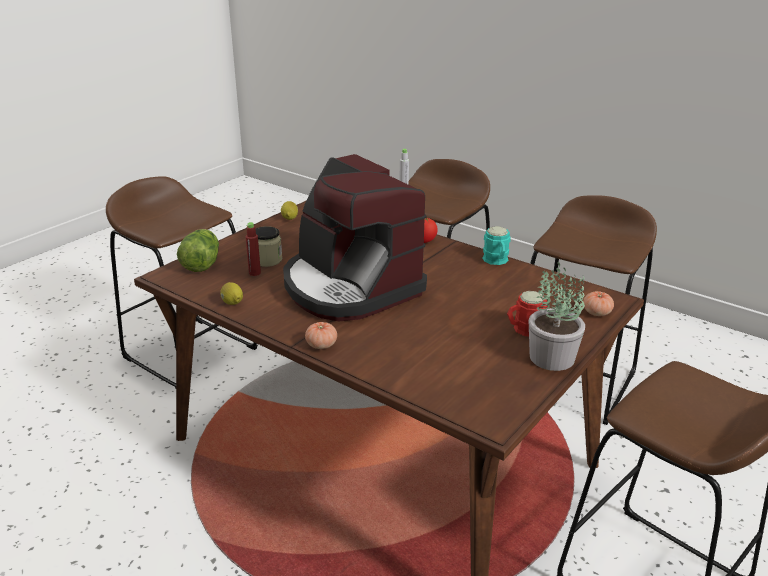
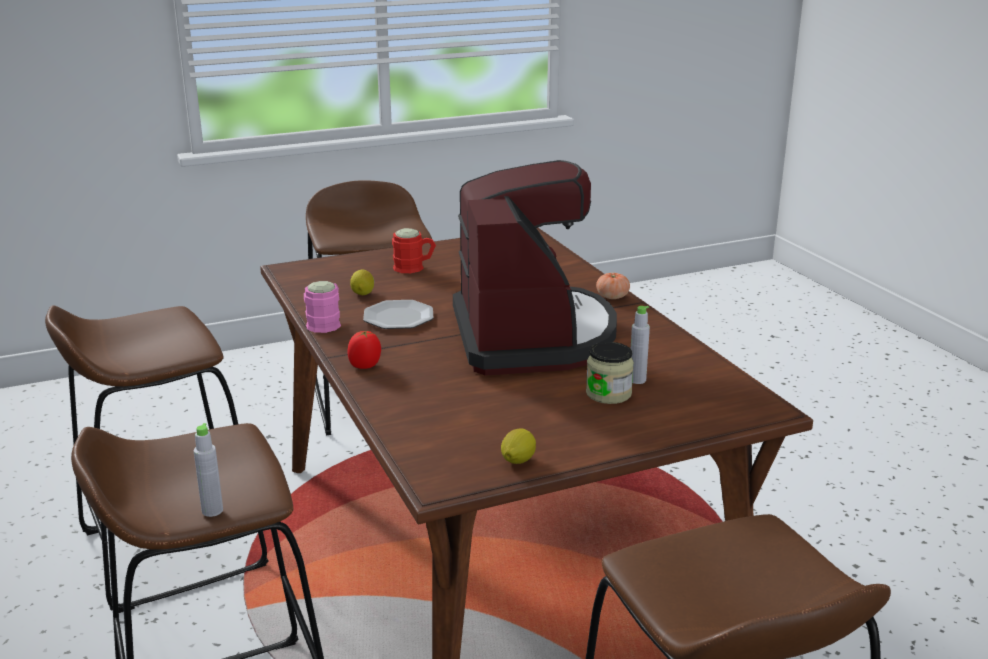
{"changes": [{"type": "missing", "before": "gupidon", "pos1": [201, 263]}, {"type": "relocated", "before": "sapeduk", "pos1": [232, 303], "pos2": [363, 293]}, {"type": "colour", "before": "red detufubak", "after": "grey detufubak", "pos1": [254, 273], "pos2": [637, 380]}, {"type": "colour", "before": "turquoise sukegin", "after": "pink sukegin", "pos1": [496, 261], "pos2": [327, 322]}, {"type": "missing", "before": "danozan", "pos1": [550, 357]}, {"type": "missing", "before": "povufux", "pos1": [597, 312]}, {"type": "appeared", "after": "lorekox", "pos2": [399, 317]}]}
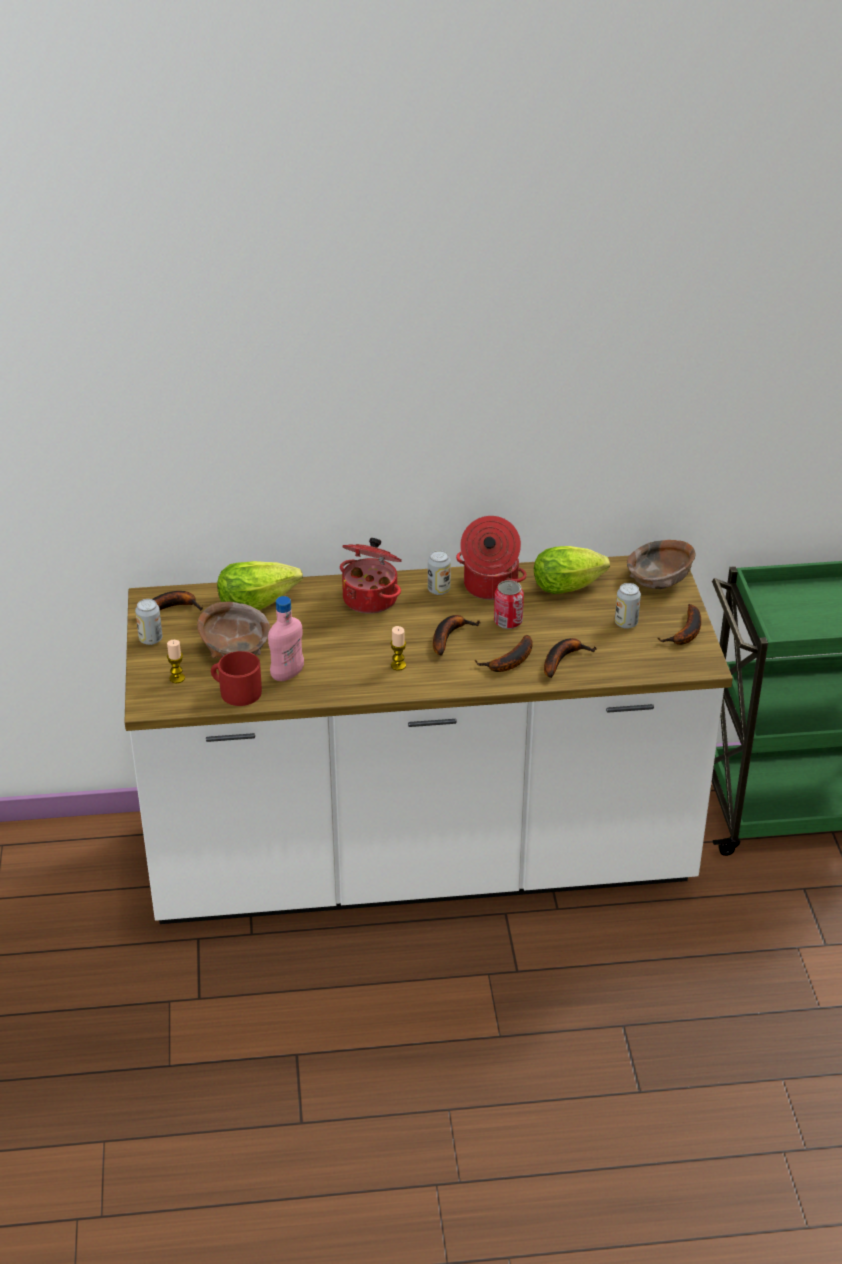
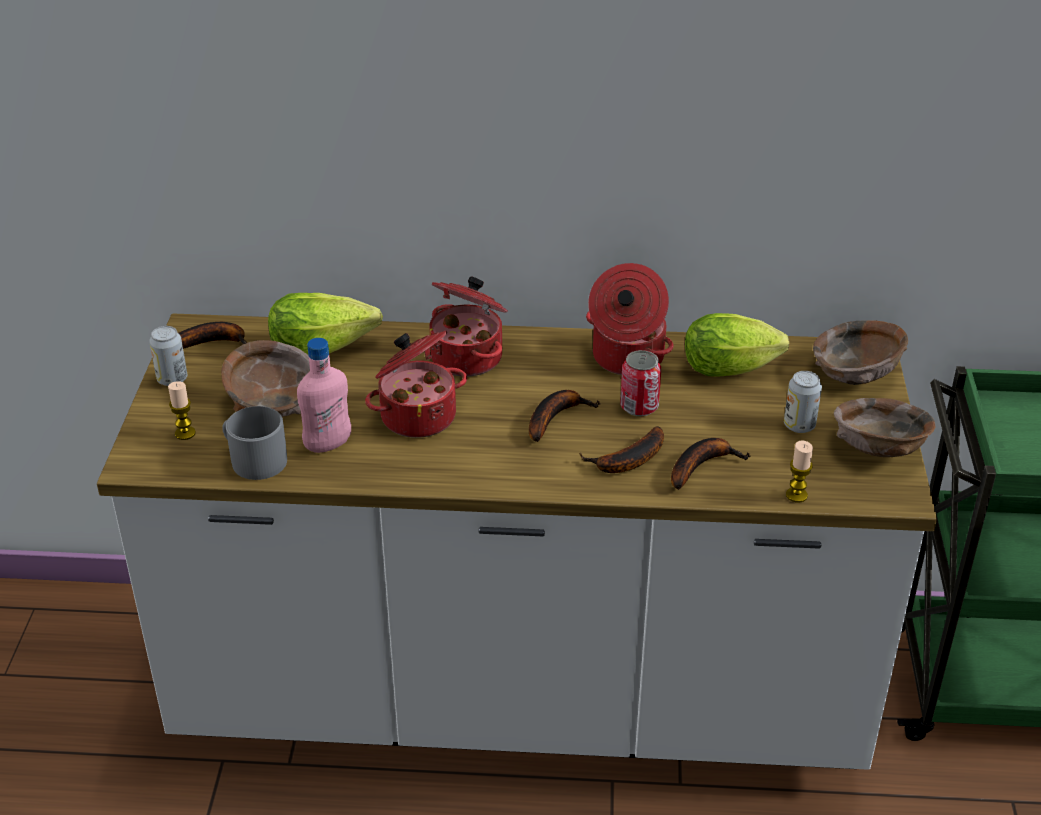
{"changes": [{"type": "colour", "before": "red sukegin", "after": "grey sukegin", "pos1": [236, 691], "pos2": [253, 459]}, {"type": "relocated", "before": "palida", "pos1": [398, 665], "pos2": [796, 495]}, {"type": "missing", "before": "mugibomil", "pos1": [439, 590]}, {"type": "exchanged", "before": "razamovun", "after": "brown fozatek", "pos1": [686, 633], "pos2": [880, 448]}, {"type": "appeared", "after": "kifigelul", "pos2": [417, 415]}]}
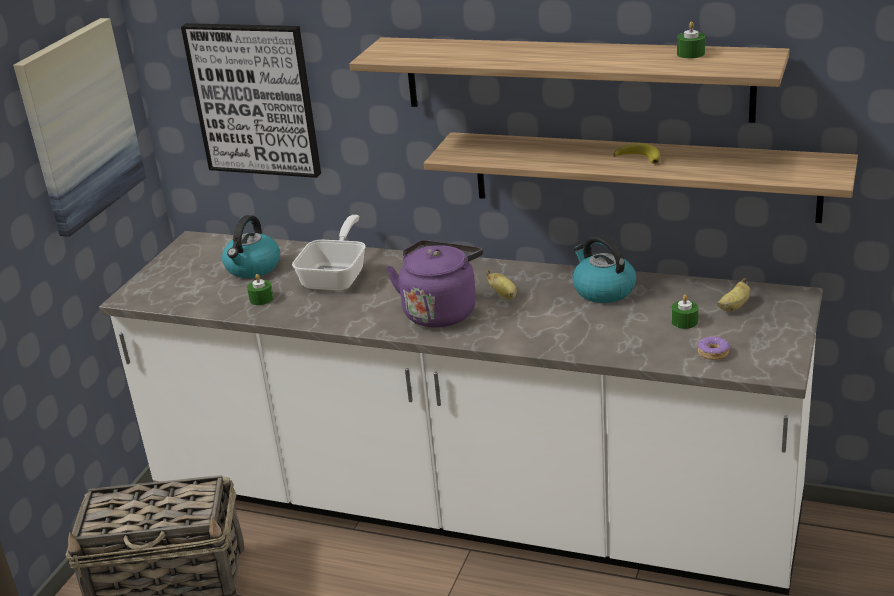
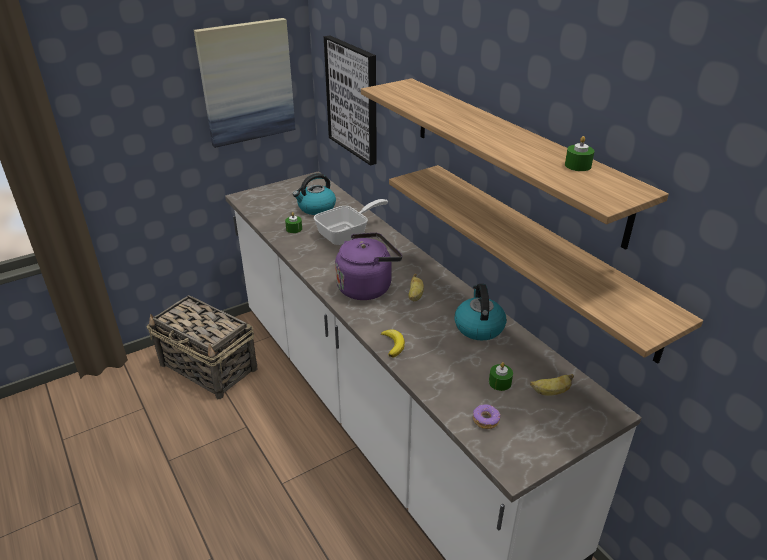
{"changes": [{"type": "relocated", "before": "razamovun", "pos1": [639, 157], "pos2": [393, 344]}]}
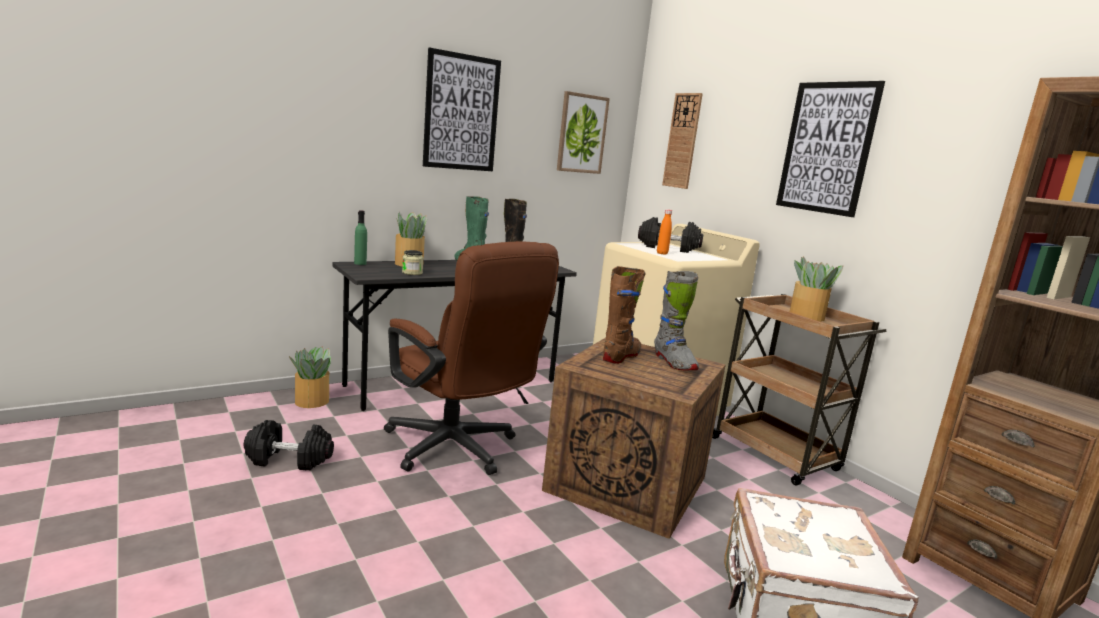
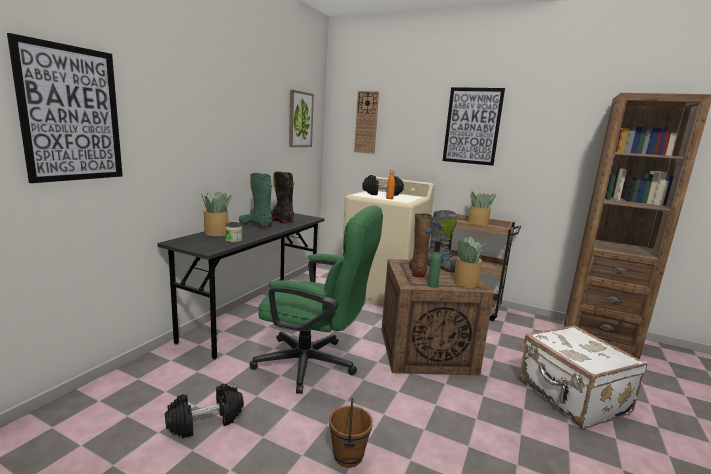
{"changes": [{"type": "relocated", "before": "danozan", "pos1": [311, 401], "pos2": [465, 283]}, {"type": "relocated", "before": "green detufubak", "pos1": [360, 263], "pos2": [432, 285]}, {"type": "colour", "before": "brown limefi", "after": "green limefi", "pos1": [458, 450], "pos2": [314, 365]}, {"type": "relocated", "before": "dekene", "pos1": [461, 112], "pos2": [71, 114]}, {"type": "appeared", "after": "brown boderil", "pos2": [348, 456]}]}
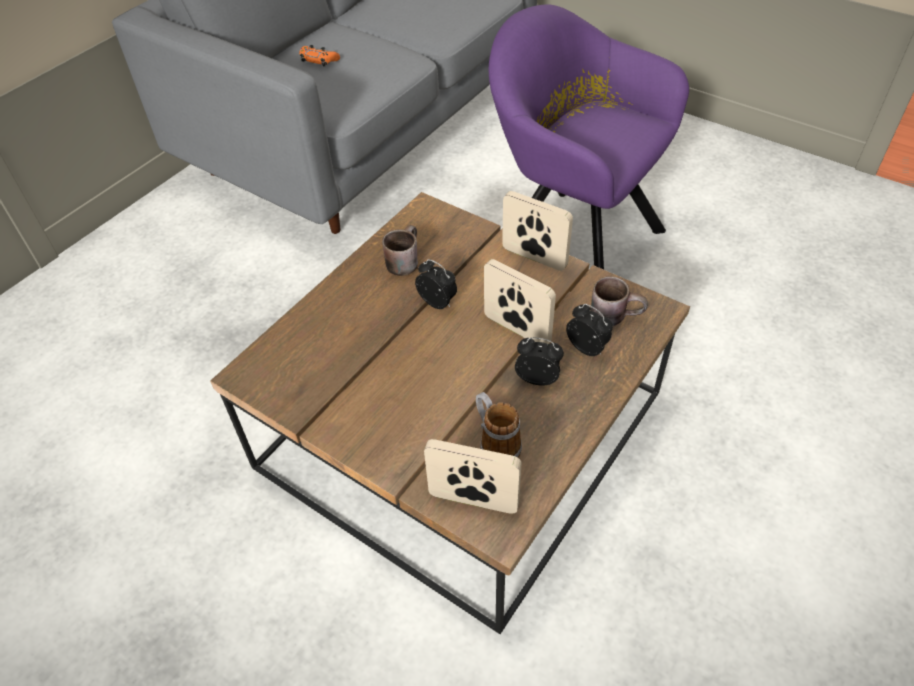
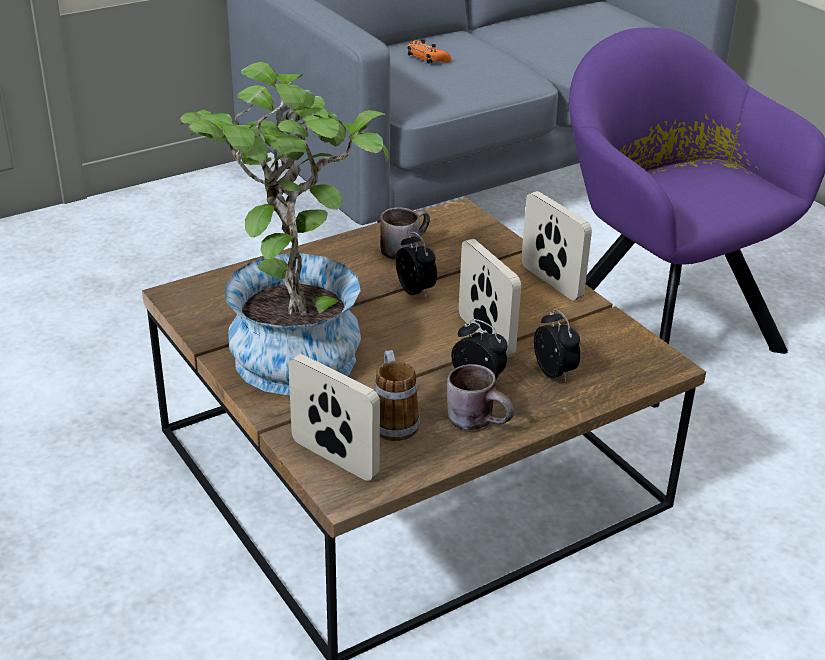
{"changes": [{"type": "relocated", "before": "brown sukegin", "pos1": [615, 314], "pos2": [480, 419]}, {"type": "appeared", "after": "danozan", "pos2": [294, 346]}]}
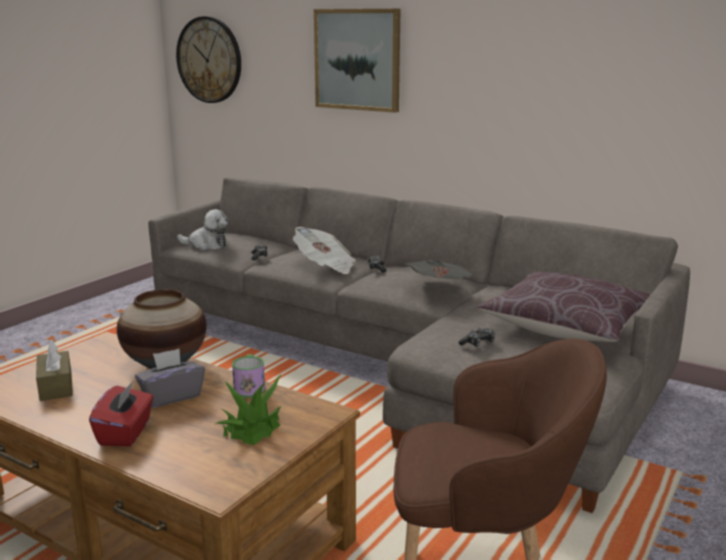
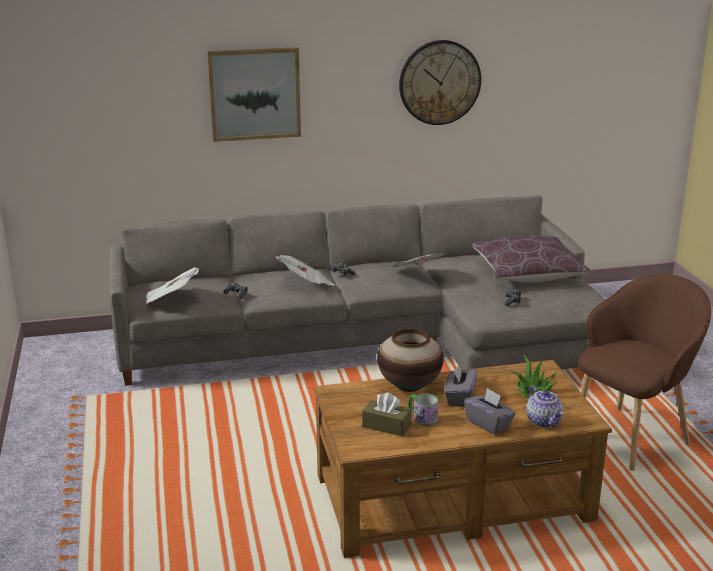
{"changes": [{"type": "colour", "before": "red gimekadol", "after": "grey gimekadol", "pos1": [125, 433], "pos2": [488, 424]}, {"type": "relocated", "before": "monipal", "pos1": [209, 60], "pos2": [439, 82]}, {"type": "exchanged", "before": "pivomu", "after": "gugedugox", "pos1": [206, 245], "pos2": [171, 299]}, {"type": "relocated", "before": "sukegin", "pos1": [249, 387], "pos2": [422, 418]}, {"type": "appeared", "after": "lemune", "pos2": [544, 421]}]}
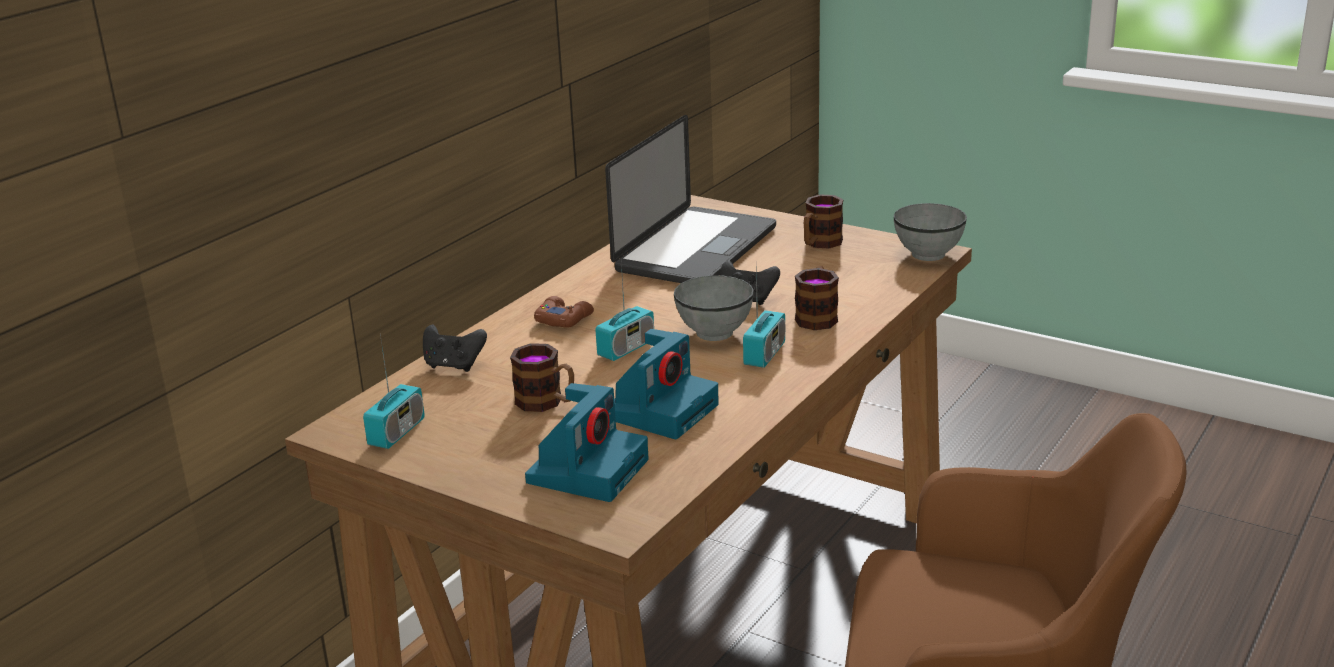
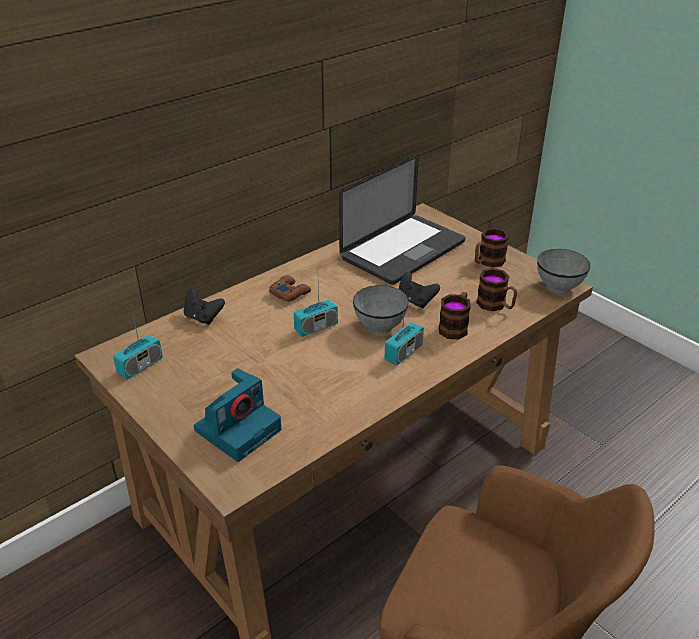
{"changes": [{"type": "relocated", "before": "sukegin", "pos1": [547, 403], "pos2": [496, 305]}, {"type": "missing", "before": "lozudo", "pos1": [661, 409]}]}
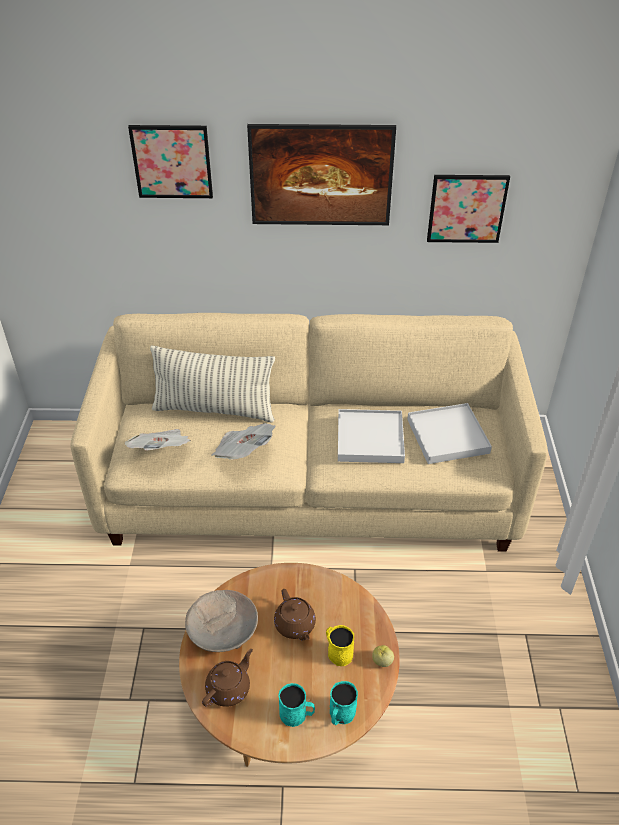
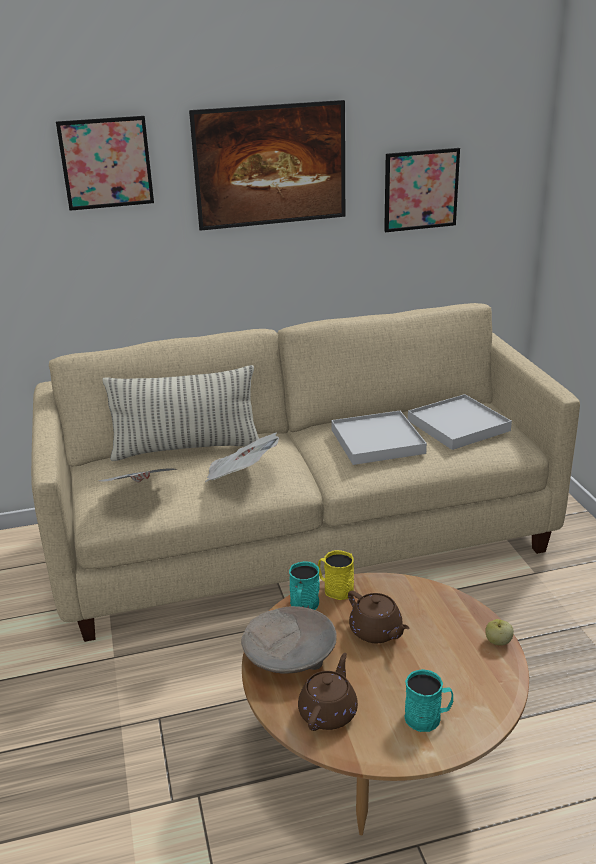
{"changes": [{"type": "relocated", "before": "yellow sukegin", "pos1": [337, 652], "pos2": [335, 589]}, {"type": "relocated", "before": "turquoise sukegin", "pos1": [341, 715], "pos2": [304, 605]}]}
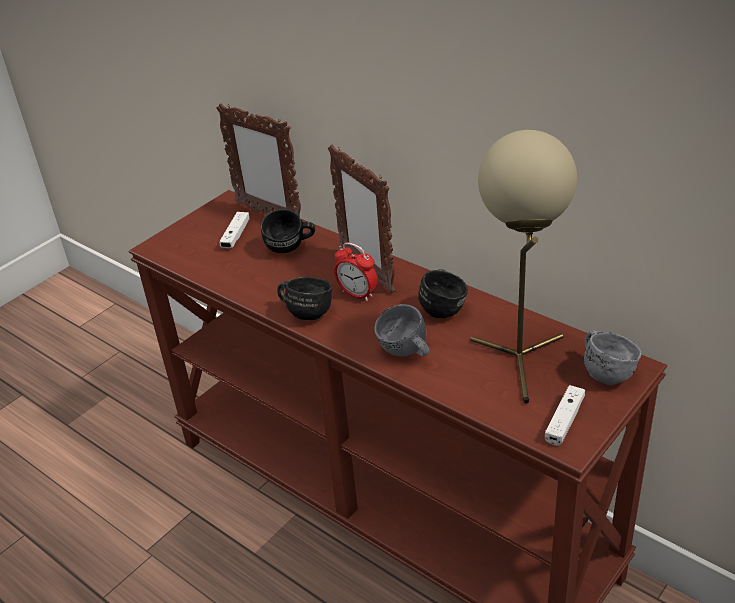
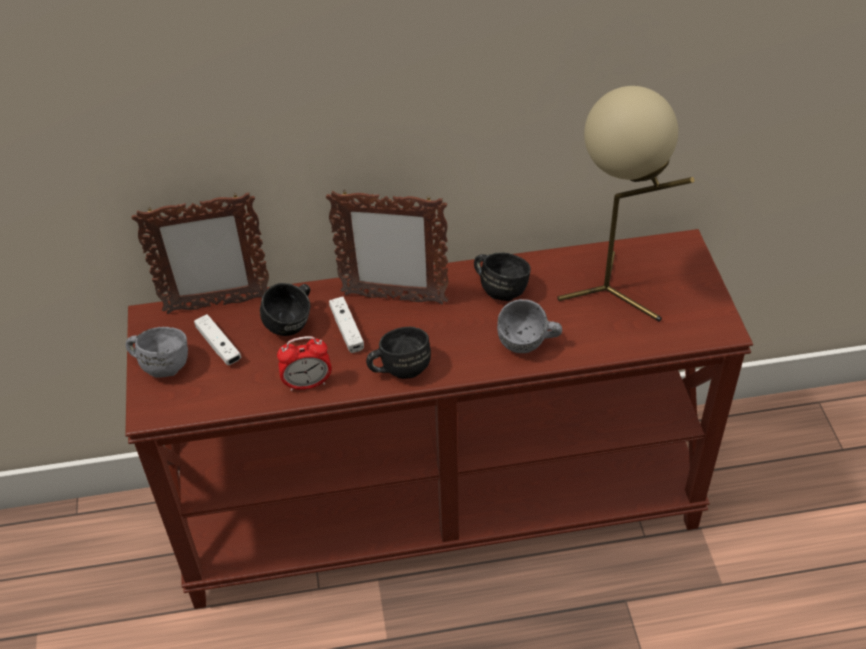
{"changes": [{"type": "relocated", "before": "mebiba", "pos1": [357, 294], "pos2": [307, 384]}, {"type": "relocated", "before": "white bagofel", "pos1": [564, 421], "pos2": [347, 329]}, {"type": "relocated", "before": "grey sukegin", "pos1": [606, 371], "pos2": [161, 364]}]}
